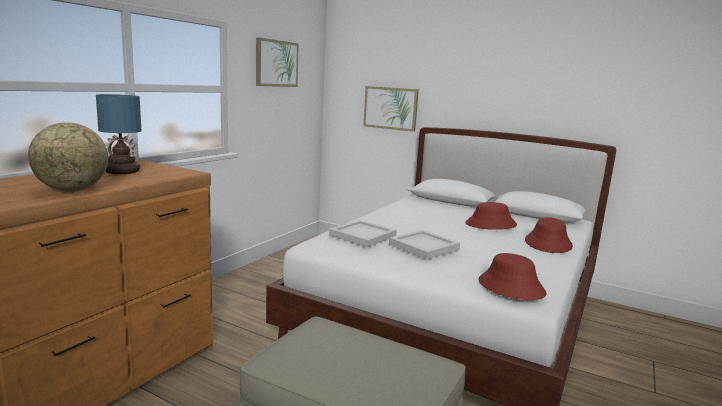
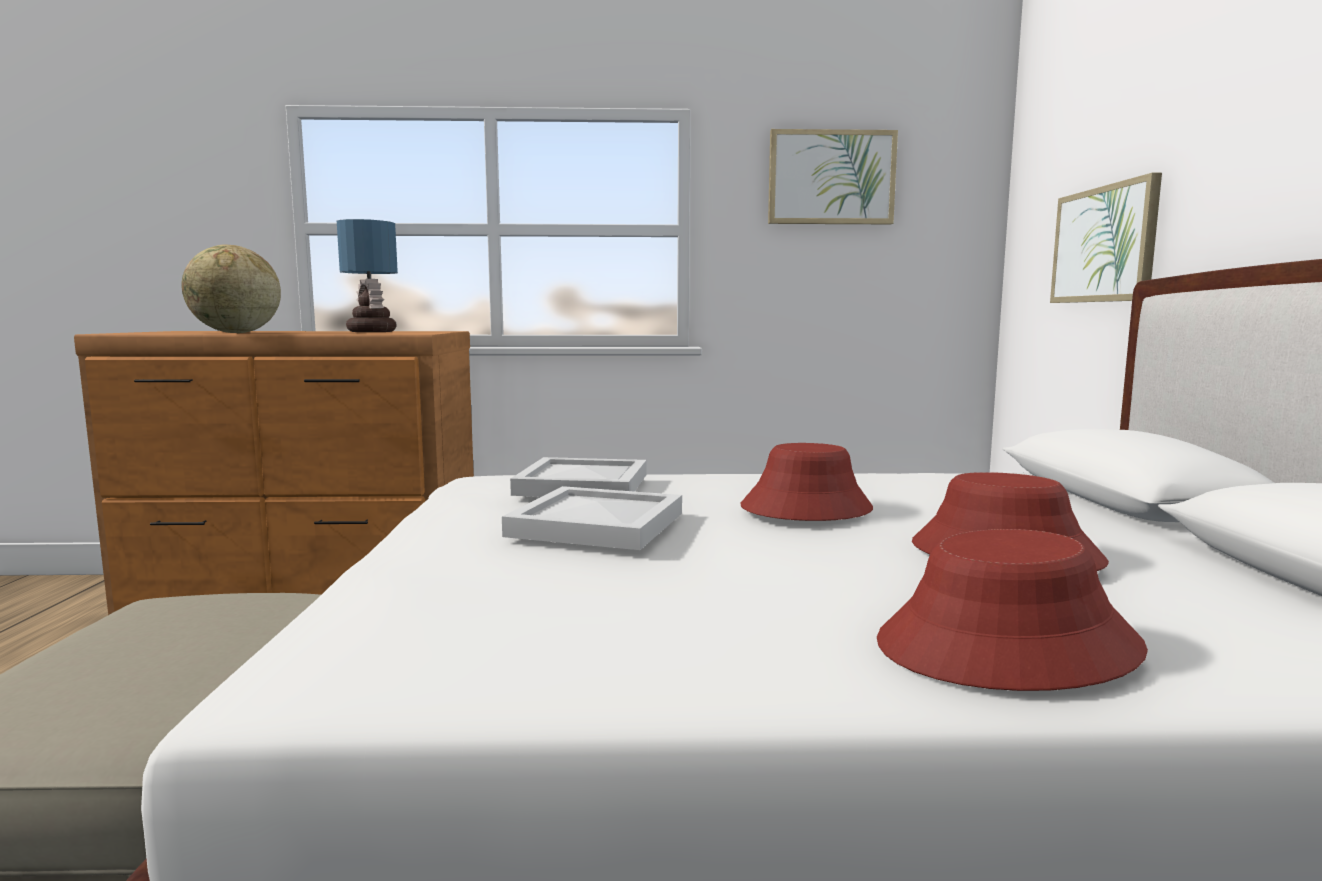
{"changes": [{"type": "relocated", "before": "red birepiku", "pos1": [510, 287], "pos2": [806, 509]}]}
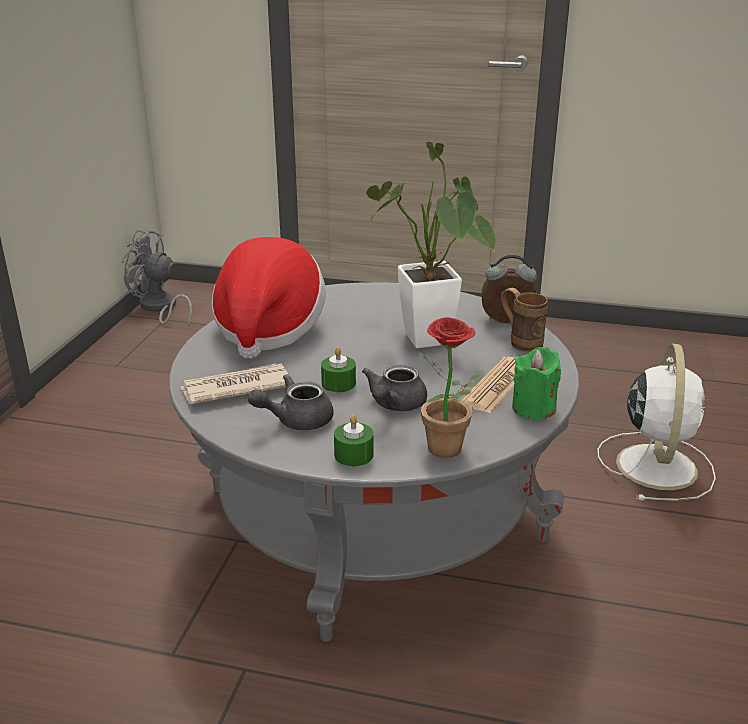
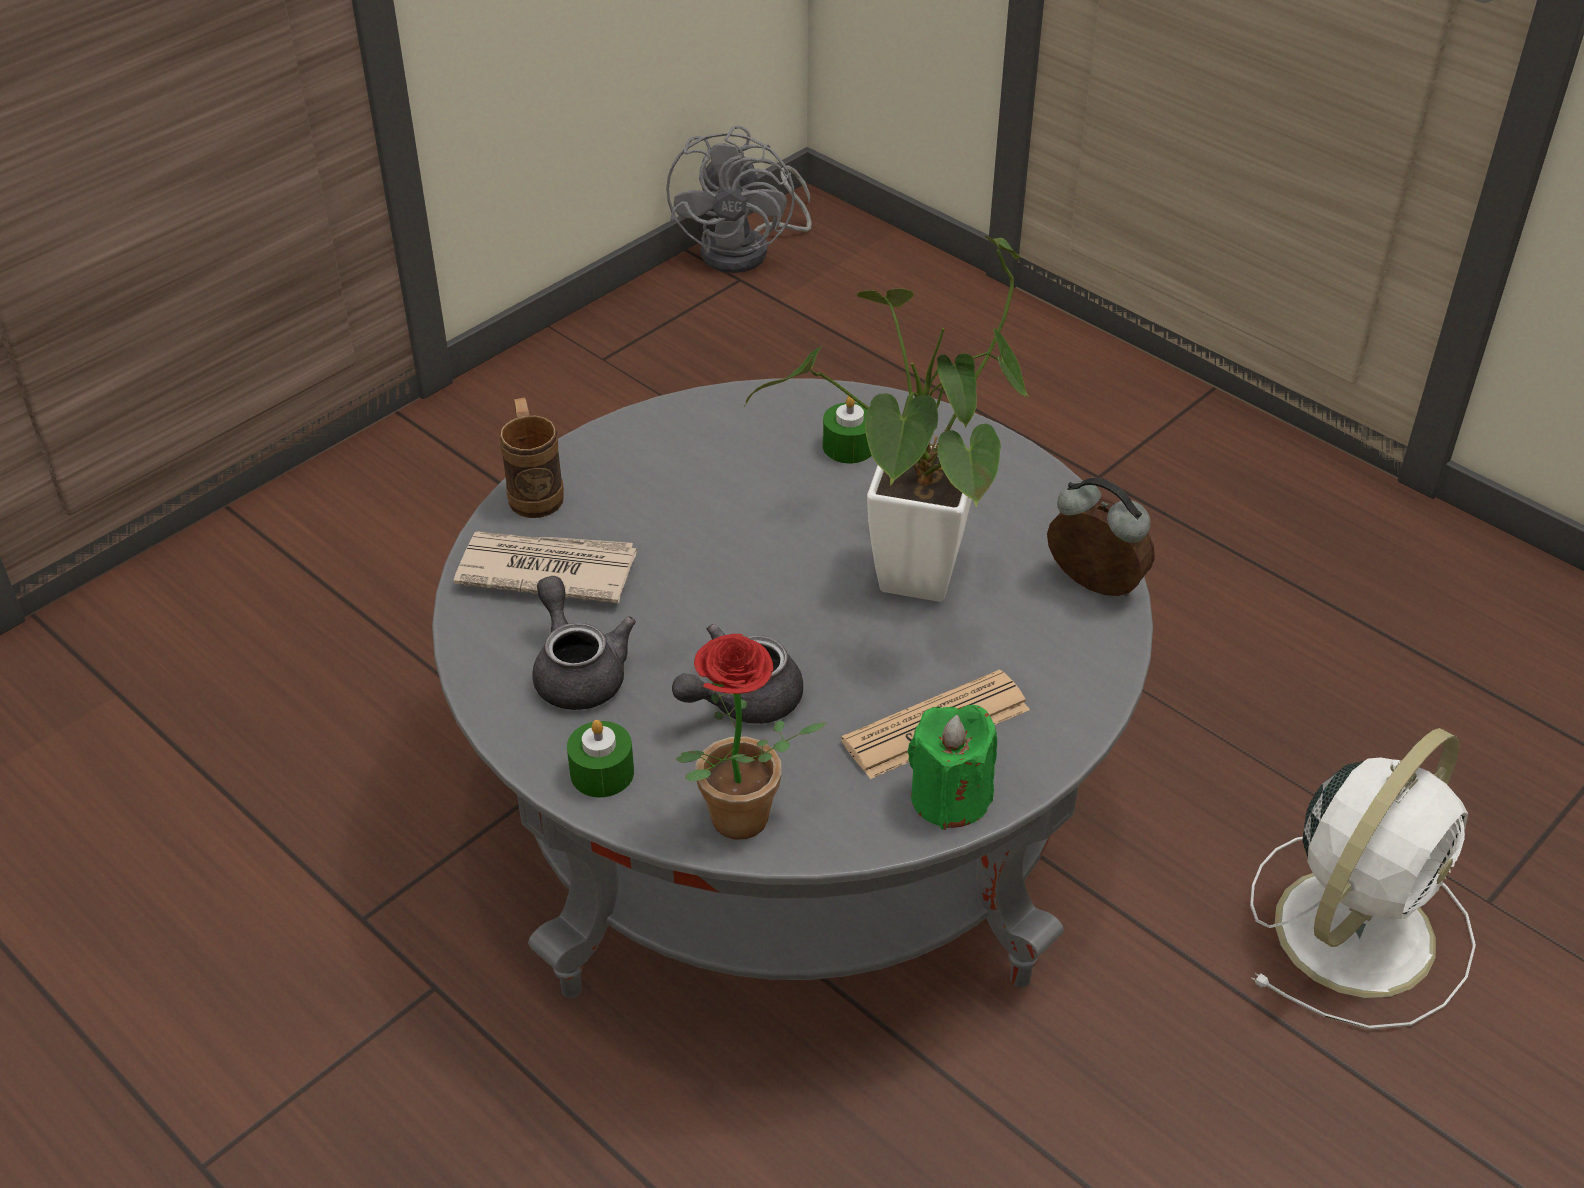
{"changes": [{"type": "spun", "before": "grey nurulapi", "pos1": [159, 308], "pos2": [748, 250], "turn": -135}, {"type": "missing", "before": "birepiku", "pos1": [268, 329]}, {"type": "spun", "before": "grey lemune", "pos1": [296, 420], "pos2": [577, 671], "turn": 60}, {"type": "relocated", "before": "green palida", "pos1": [338, 383], "pos2": [849, 446]}, {"type": "relocated", "before": "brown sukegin", "pos1": [520, 341], "pos2": [534, 490]}]}
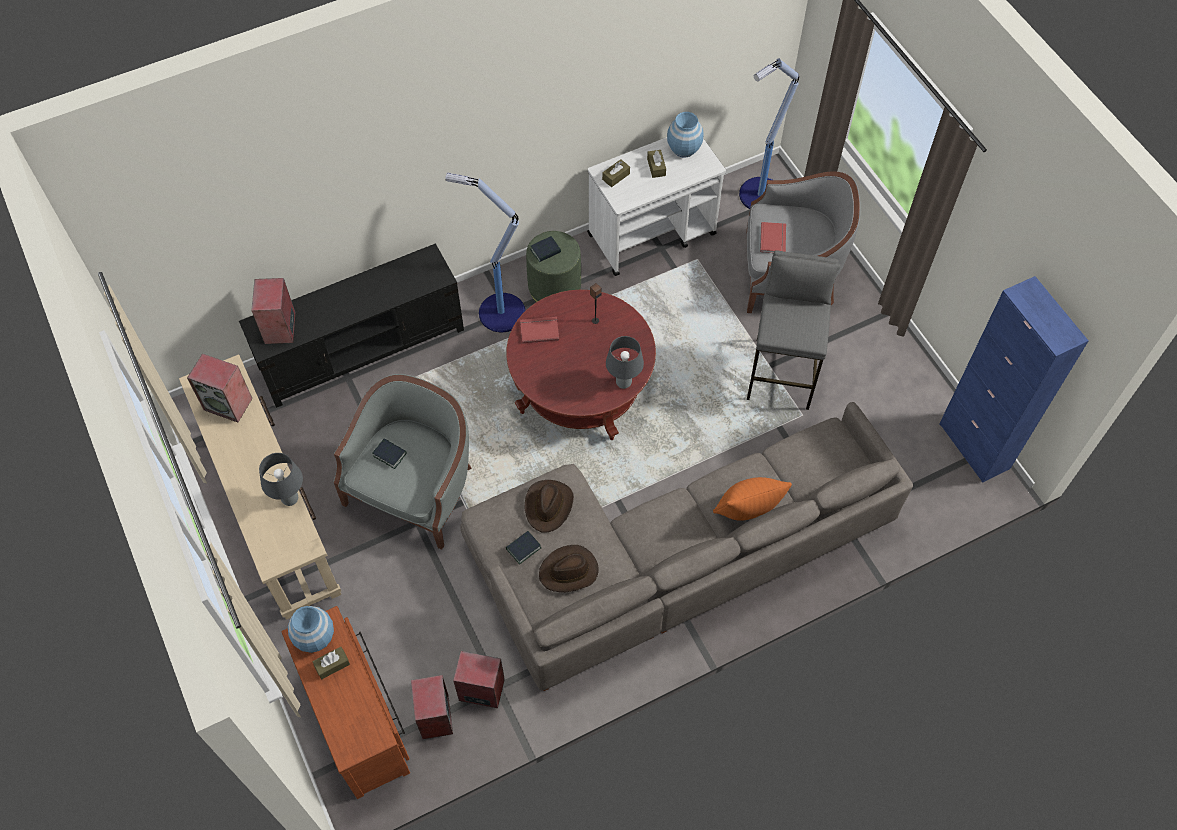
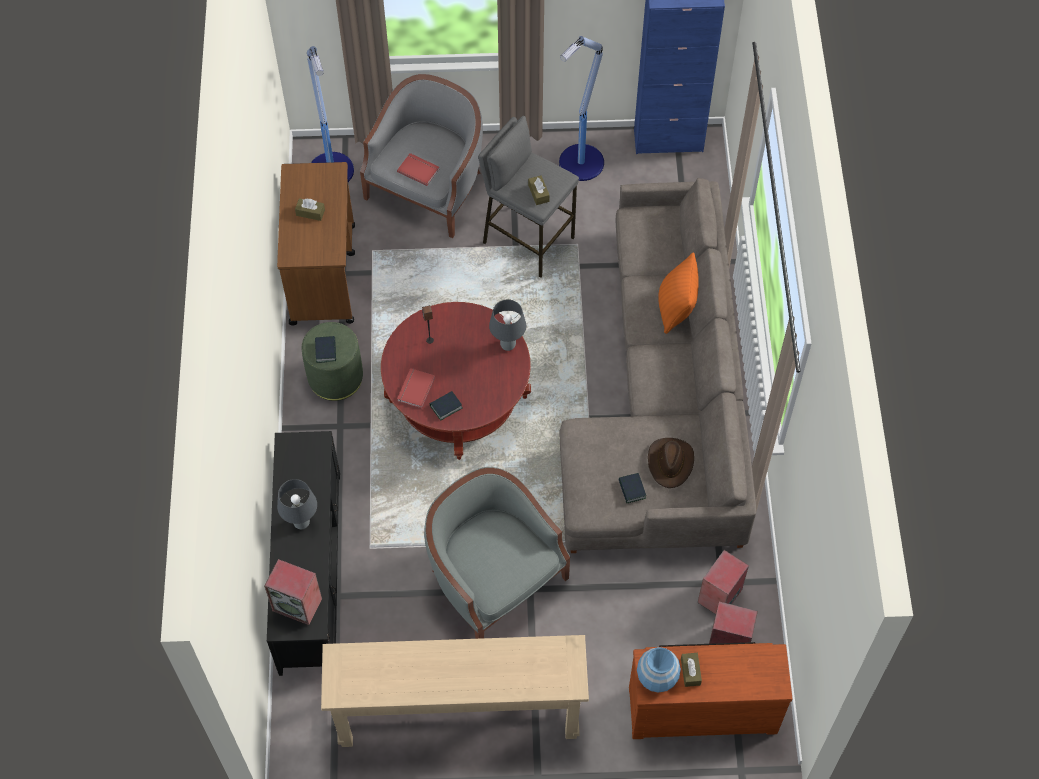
{"changes": [{"type": "missing", "before": "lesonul", "pos1": [229, 404]}, {"type": "relocated", "before": "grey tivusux", "pos1": [290, 499], "pos2": [302, 523]}, {"type": "relocated", "before": "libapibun", "pos1": [390, 454], "pos2": [446, 407]}, {"type": "relocated", "before": "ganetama", "pos1": [500, 312], "pos2": [580, 164]}, {"type": "missing", "before": "brown birepiku", "pos1": [549, 506]}, {"type": "colour", "before": "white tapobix", "after": "brown tapobix", "pos1": [652, 234], "pos2": [323, 273]}, {"type": "relocated", "before": "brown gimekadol", "pos1": [616, 176], "pos2": [538, 193]}, {"type": "missing", "before": "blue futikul", "pos1": [684, 148]}]}
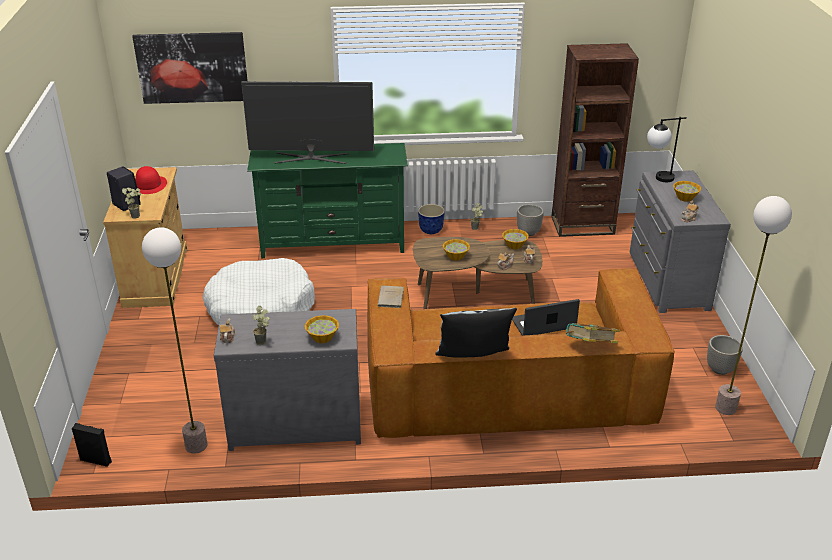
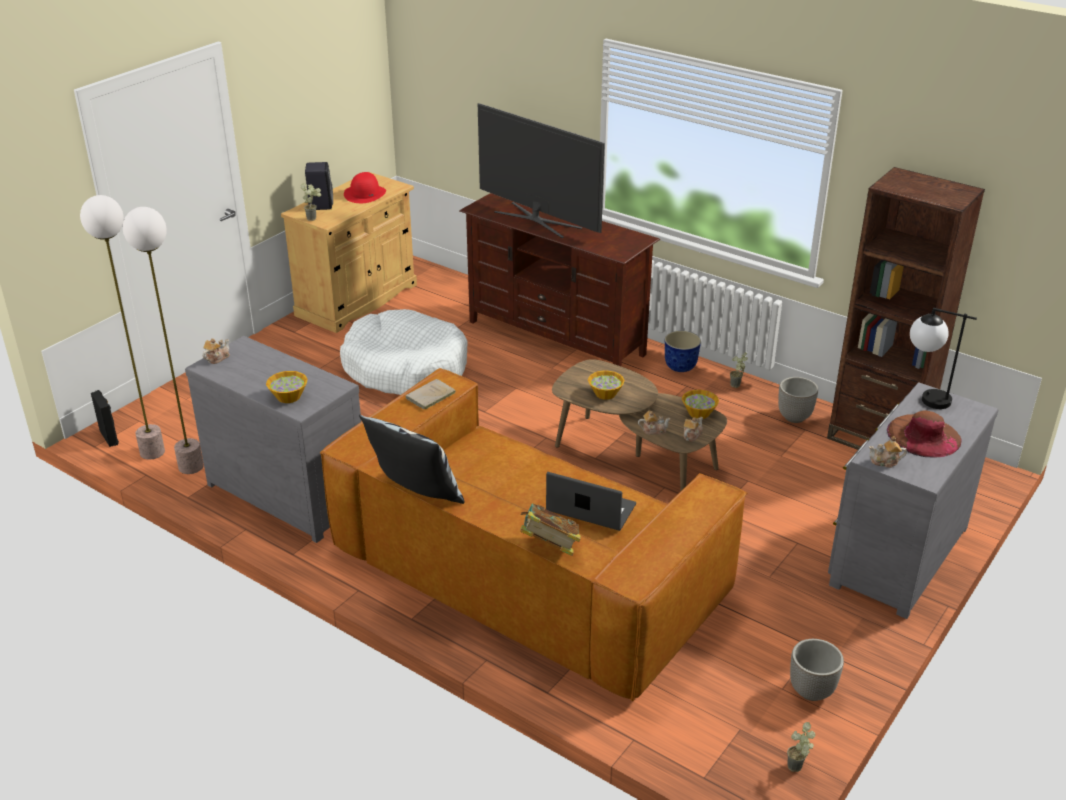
{"changes": [{"type": "missing", "before": "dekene", "pos1": [192, 67]}, {"type": "colour", "before": "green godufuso", "after": "brown godufuso", "pos1": [333, 244], "pos2": [557, 338]}, {"type": "relocated", "before": "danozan", "pos1": [264, 342], "pos2": [798, 769]}, {"type": "exchanged", "before": "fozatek", "after": "brown birepiku", "pos1": [685, 198], "pos2": [924, 435]}, {"type": "relocated", "before": "ganetama", "pos1": [726, 408], "pos2": [152, 452]}]}
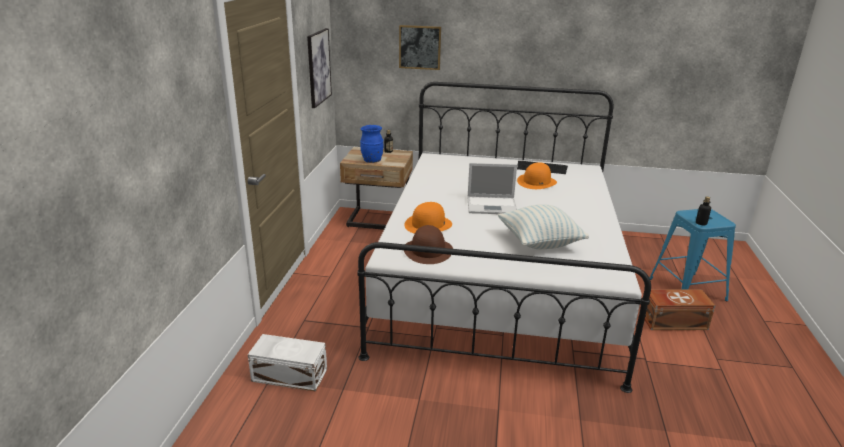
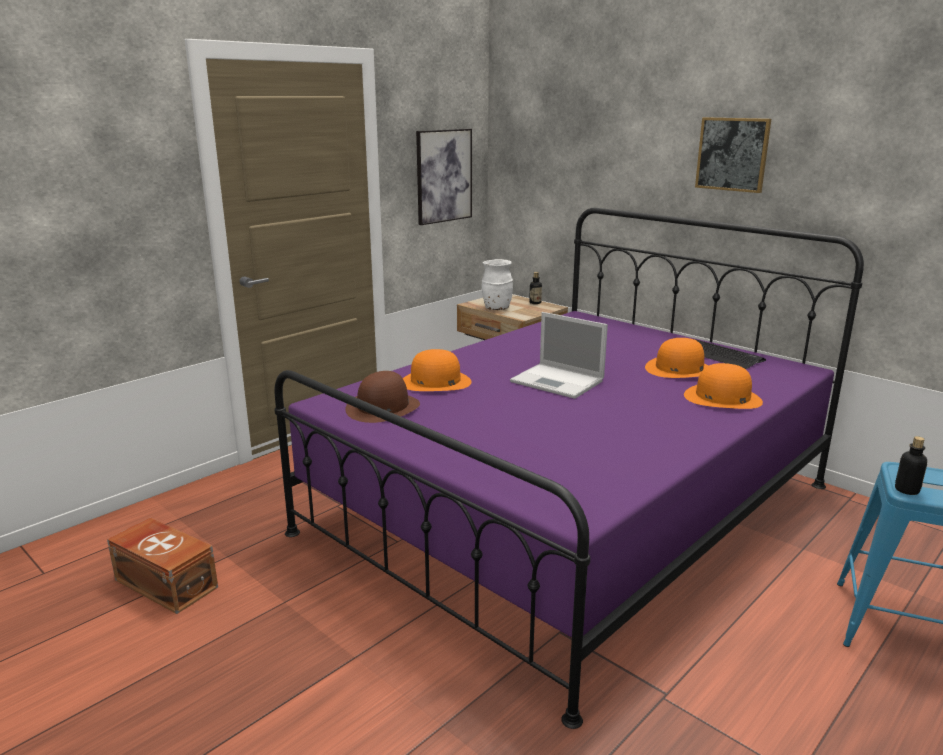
{"changes": [{"type": "missing", "before": "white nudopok", "pos1": [289, 374]}, {"type": "colour", "before": "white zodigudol", "after": "purple zodigudol", "pos1": [498, 282], "pos2": [570, 508]}, {"type": "colour", "before": "blue futikul", "after": "white futikul", "pos1": [372, 161], "pos2": [496, 308]}, {"type": "relocated", "before": "dekene", "pos1": [420, 47], "pos2": [732, 154]}, {"type": "missing", "before": "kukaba", "pos1": [539, 242]}, {"type": "relocated", "before": "brown nudopok", "pos1": [672, 321], "pos2": [166, 582]}, {"type": "appeared", "after": "orange birepiku", "pos2": [722, 398]}]}
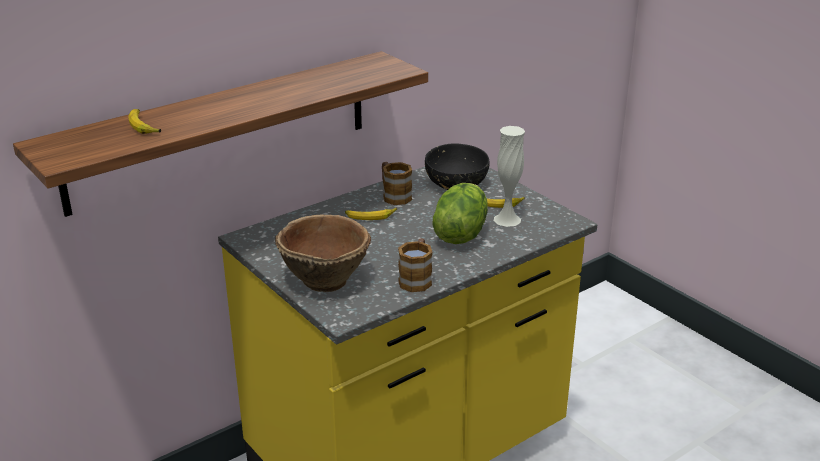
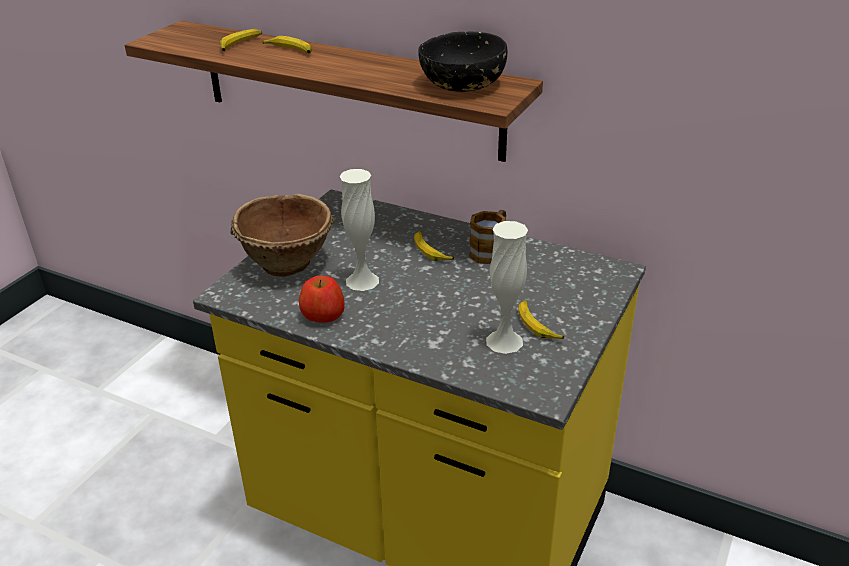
{"changes": [{"type": "exchanged", "before": "sukegin", "after": "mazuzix", "pos1": [416, 278], "pos2": [323, 315]}, {"type": "relocated", "before": "black fozatek", "pos1": [456, 184], "pos2": [461, 84]}, {"type": "missing", "before": "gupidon", "pos1": [460, 233]}, {"type": "appeared", "after": "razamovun", "pos2": [290, 50]}, {"type": "appeared", "after": "white futikul", "pos2": [362, 281]}]}
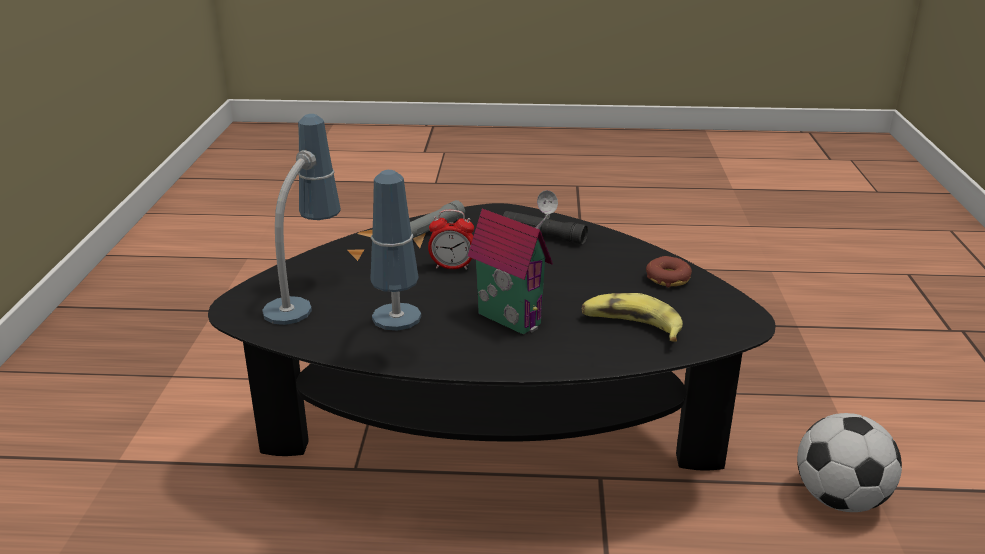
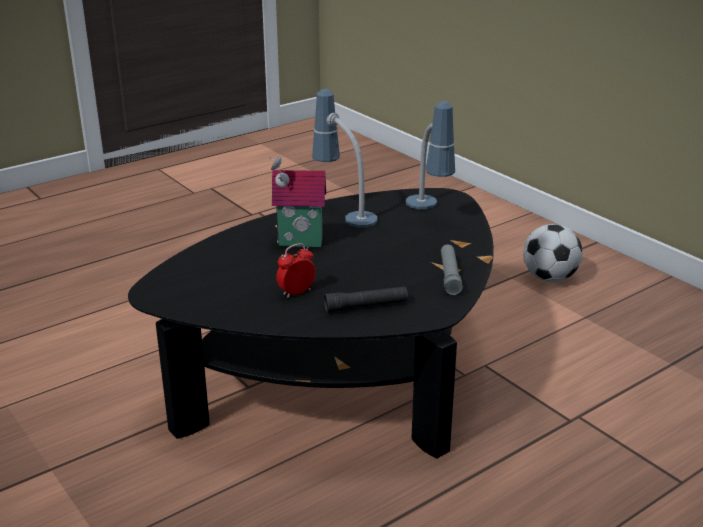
{"changes": [{"type": "relocated", "before": "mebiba", "pos1": [452, 267], "pos2": [296, 292]}, {"type": "missing", "before": "razamovun", "pos1": [631, 326]}, {"type": "missing", "before": "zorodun", "pos1": [668, 278]}, {"type": "relocated", "before": "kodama", "pos1": [839, 499], "pos2": [549, 278]}]}
